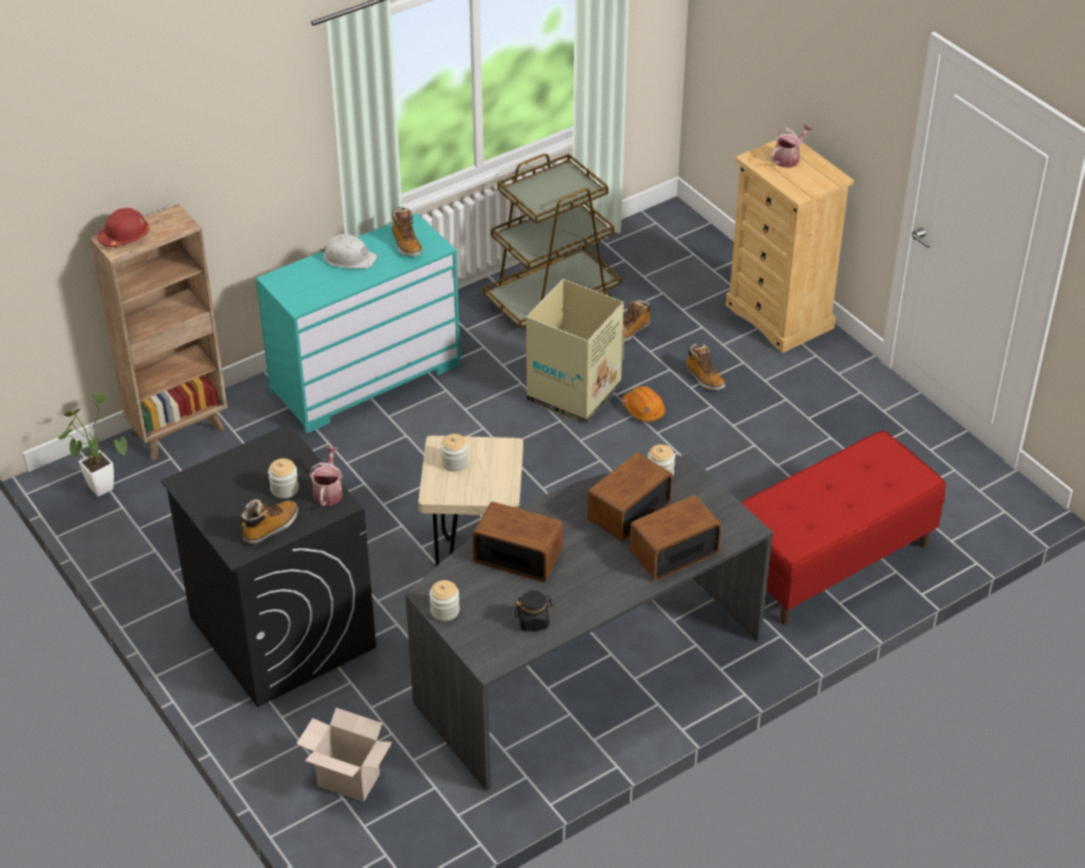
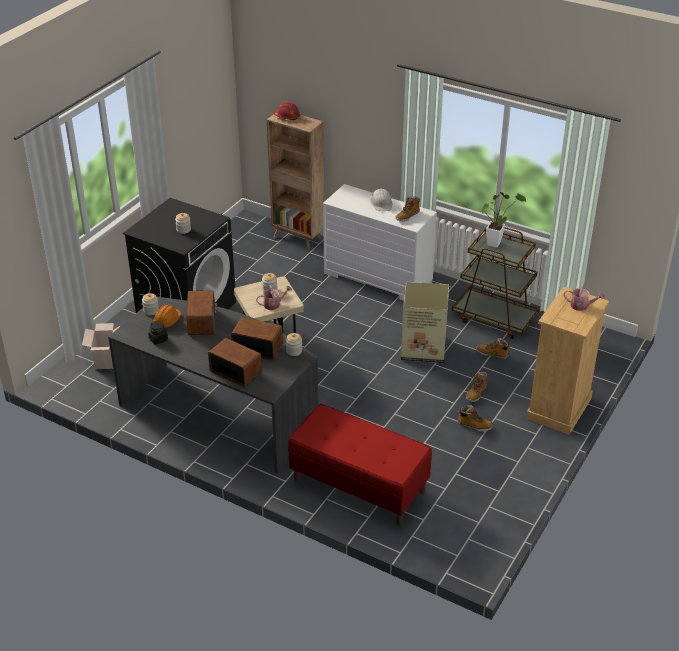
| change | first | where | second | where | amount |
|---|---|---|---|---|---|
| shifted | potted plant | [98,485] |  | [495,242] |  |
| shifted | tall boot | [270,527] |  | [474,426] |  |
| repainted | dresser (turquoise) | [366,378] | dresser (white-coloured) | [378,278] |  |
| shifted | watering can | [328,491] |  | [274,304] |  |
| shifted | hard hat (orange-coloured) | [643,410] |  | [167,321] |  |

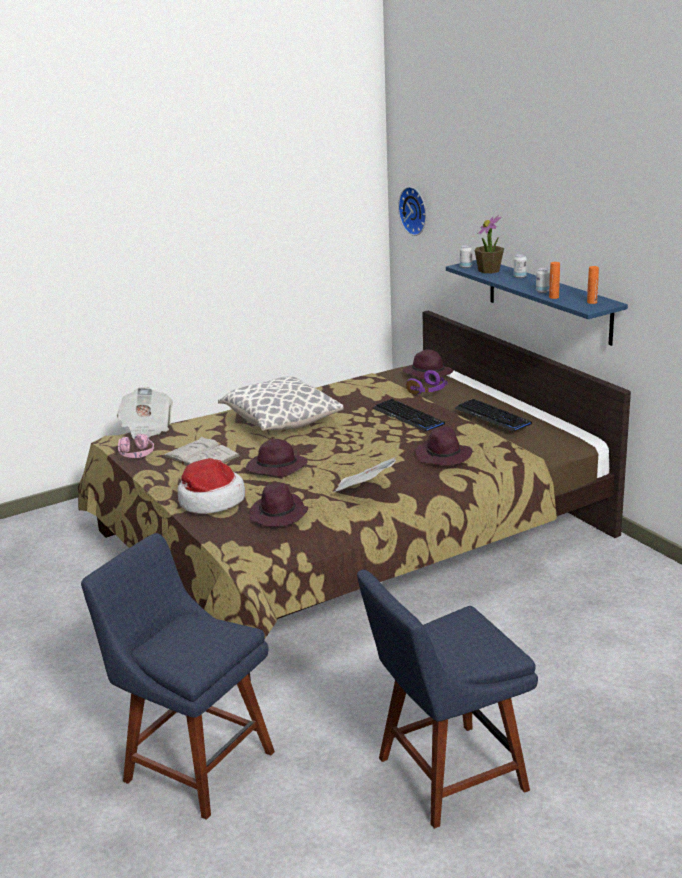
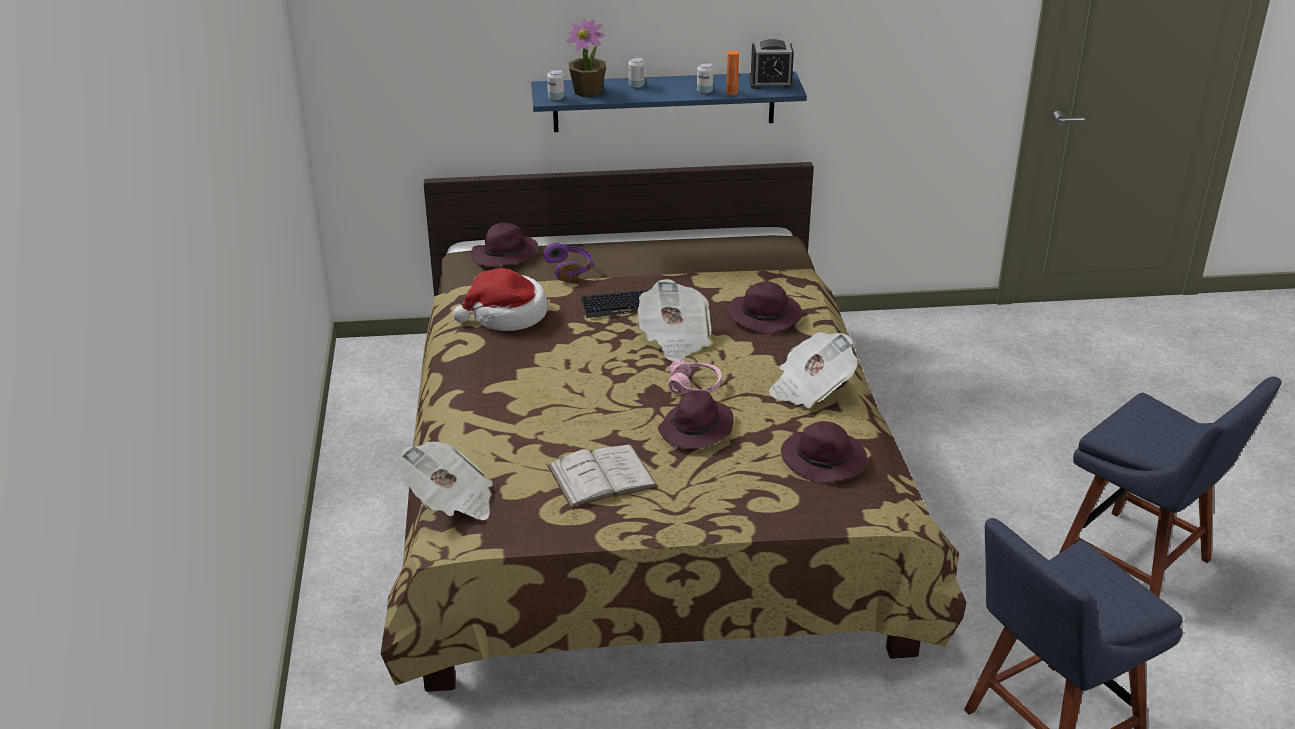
| change | first | where | second | where | amount |
|---|---|---|---|---|---|
| shifted | headset (pink) | [136,454] |  | [695,386] |  |
| shifted | hat | [210,501] |  | [506,315] |  |
| gone | pillow | [281,422] |  |  |  |
| rotated | upright chair (bluish) | [445,776] |  | [1140,565] | 45 degrees counterclockwise |
| gone | clock on the wall | [415,210] |  |  |  |
| gone | PC keyboard | [492,416] |  |  |  |
| swapped | beverage bottle (orange-coloured) | [592,302] | bedside clock | [771,82] |  |
| new |  |  | printed paper | [674,339] |  |

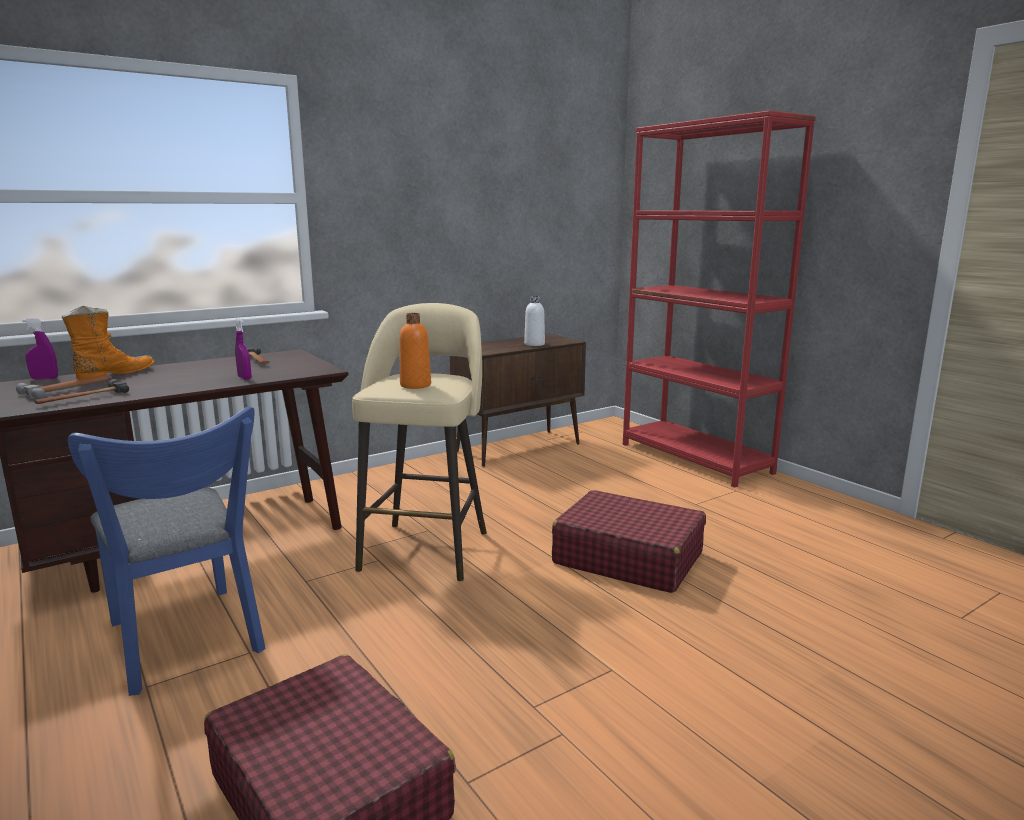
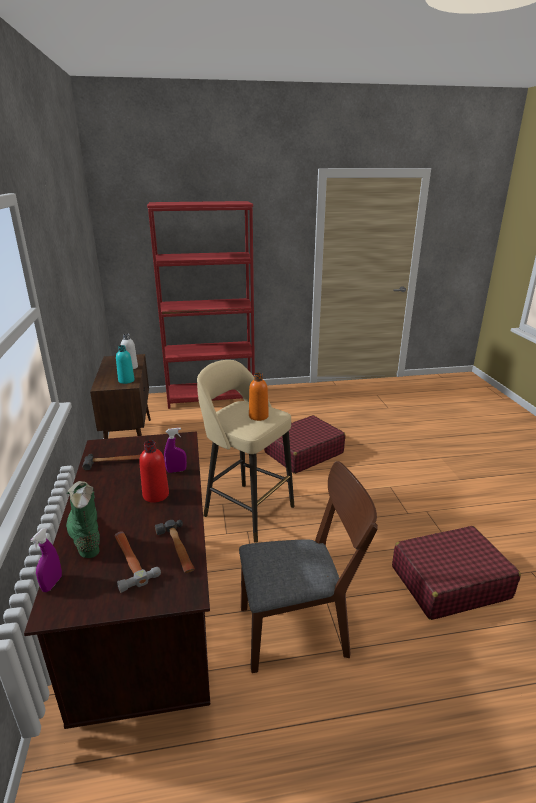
| change | first | where | second | where | amount |
|---|---|---|---|---|---|
| repainted | tall boot (orange-coloured) | [114,374] | tall boot (green-coloured) | [84,537] |  |
| repainted | upright chair (bluish) | [187,643] | upright chair (brown) | [302,628] |  |
| new |  |  | beverage bottle (turquoise) | [126,381] |  |
| new |  |  | beverage bottle (reddish) | [156,495] |  |

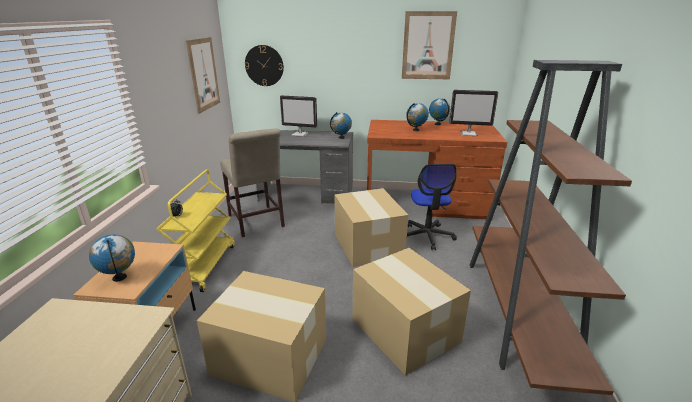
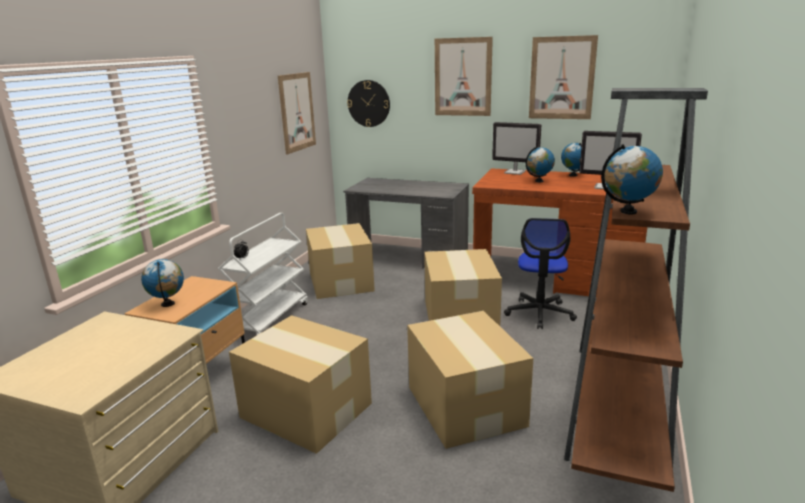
| change | first | where | second | where | amount |
|---|---|---|---|---|---|
| repainted | trolley (yellow) | [204,265] | trolley (white-coloured) | [269,319] |  |
| swapped | upright chair (beige-coloured) | [256,222] | packing box | [340,282] |  |
| shifted | monitor | [300,134] |  | [515,172] |  |
| shifted | world globe | [341,137] |  | [628,212] |  |
| new |  |  | picture | [463,77] |  |

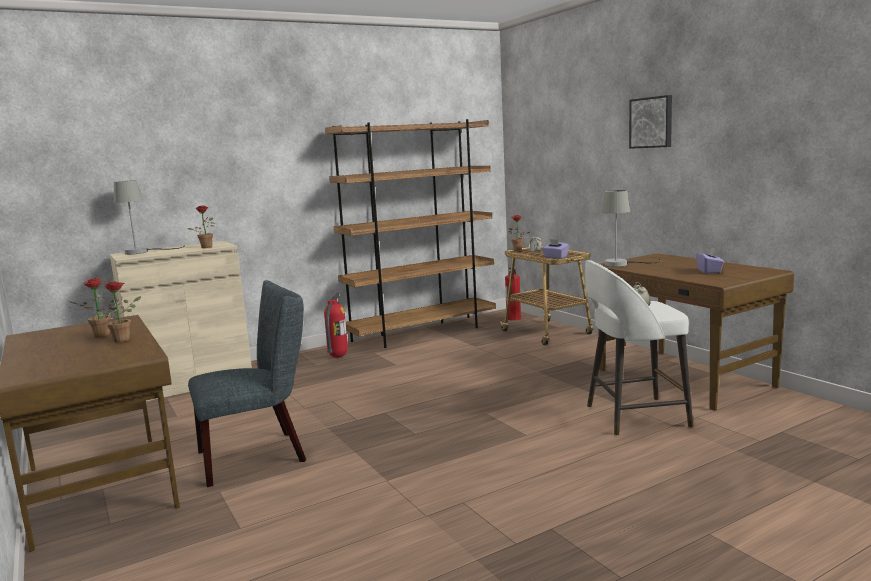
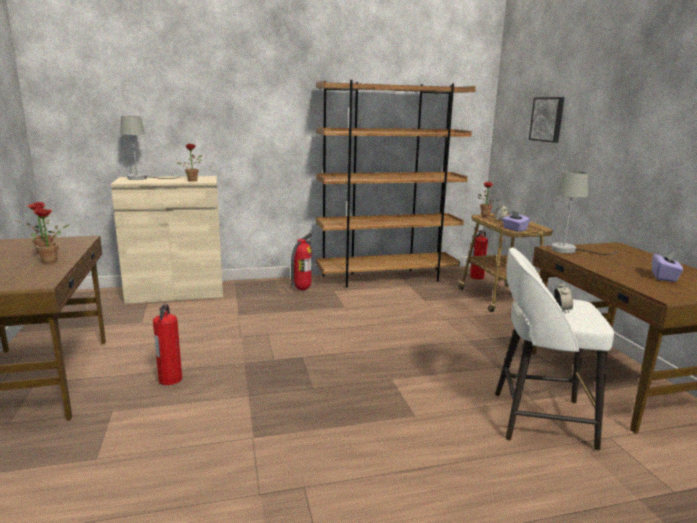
| change | first | where | second | where | amount |
|---|---|---|---|---|---|
| swapped | upright chair (gray) | [259,455] | fire extinguisher | [170,379] |  |
| shifted | picture | [651,122] |  | [548,119] |  |

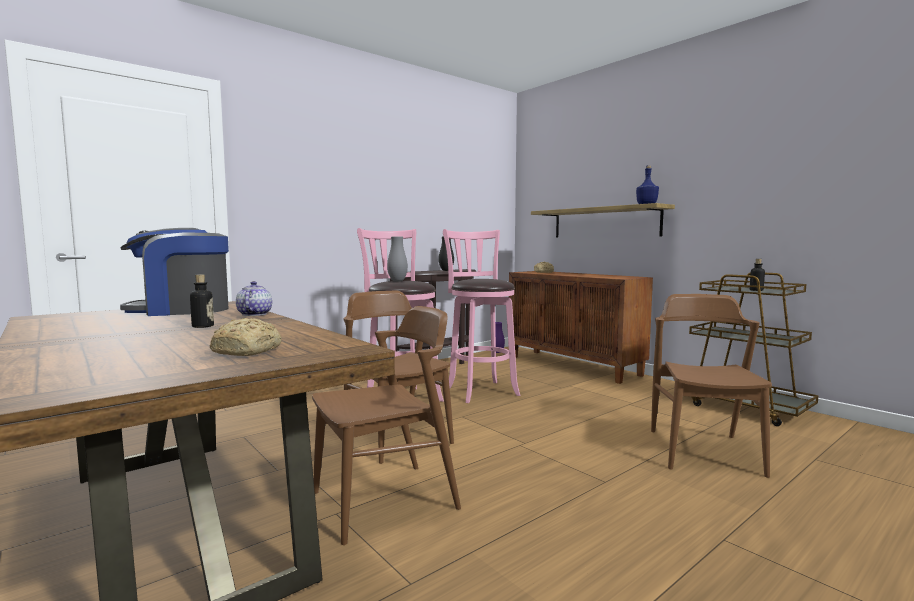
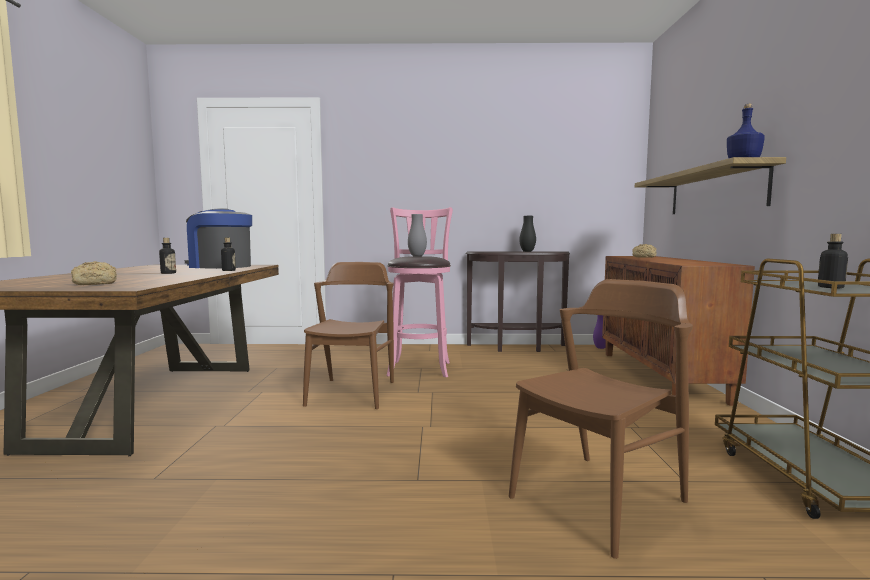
| change | first | where | second | where | amount |
|---|---|---|---|---|---|
| swapped | teapot | [253,314] | beverage bottle | [228,270] |  |
| gone | upright chair (brown) | [385,500] |  |  |  |
| gone | stool seat (pink) | [480,390] |  |  |  |

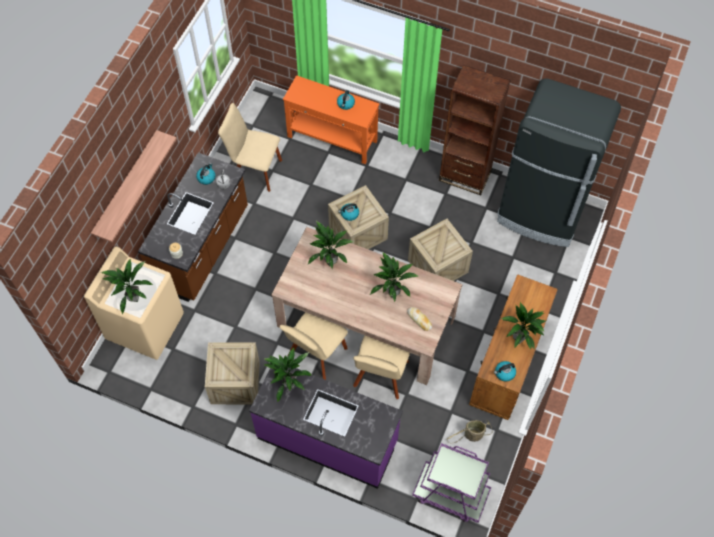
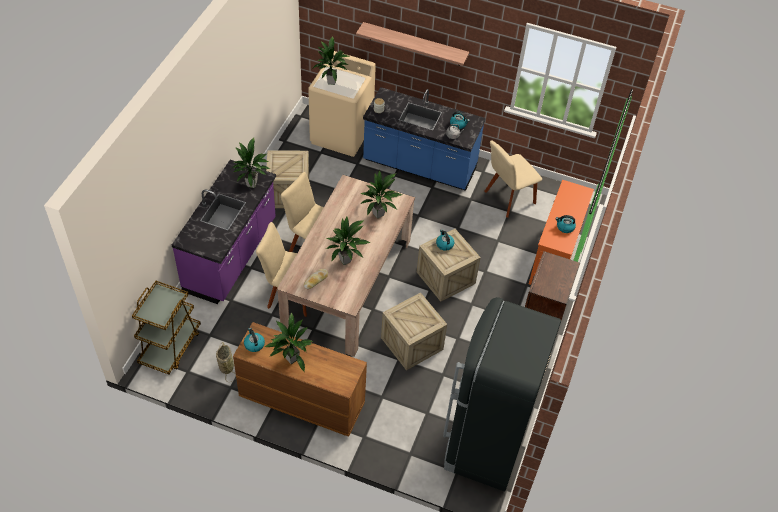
| change | first | where | second | where | amount |
|---|---|---|---|---|---|
| repainted | kitchen counter (brown) | [203,248] | kitchen counter (bluish) | [419,166] |  |
| rotated | upright chair (beige-coloured) | [255,170] |  | [507,198] | 135 degrees counterclockwise |
| repainted | trolley (purple-coloured) | [450,494] | trolley (brown) | [170,346] |  |

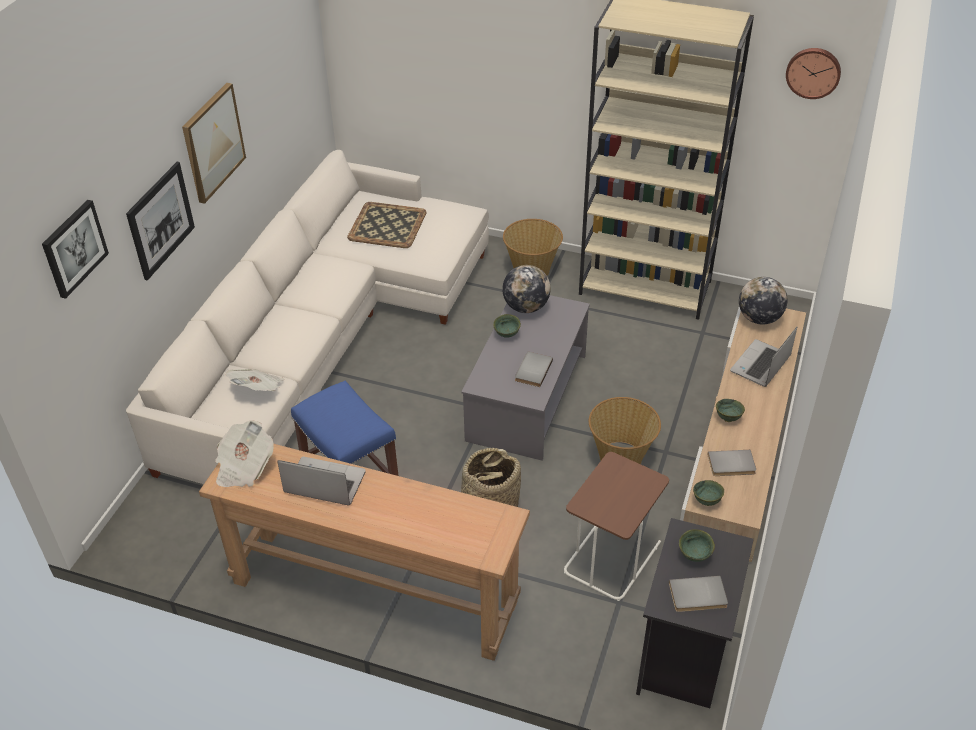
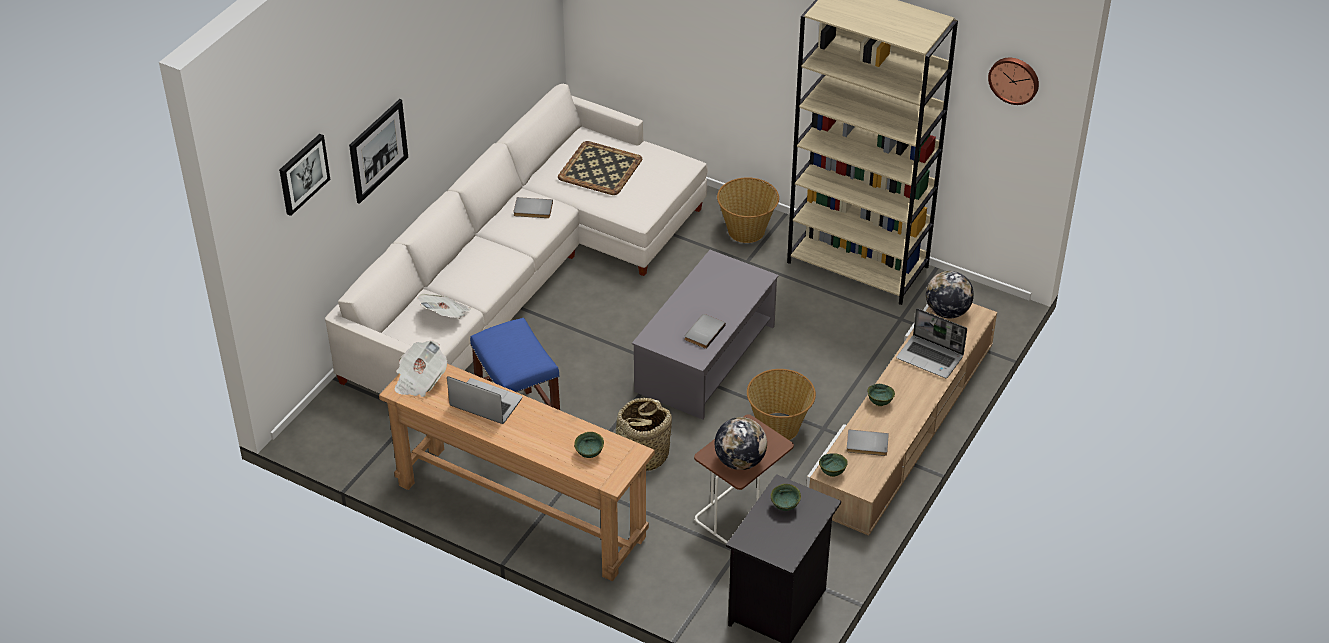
| change | first | where | second | where | amount |
|---|---|---|---|---|---|
| gone | picture | [212,142] |  |  |  |
| shifted | deep dish (green-coloured) | [507,334] |  | [590,454] |  |
| shifted | world globe | [526,307] |  | [740,461] |  |
| shifted | bound book (gray) | [698,597] |  | [533,210] |  |
| rotated | portable computer | [761,365] |  | [930,357] | 105 degrees counterclockwise |

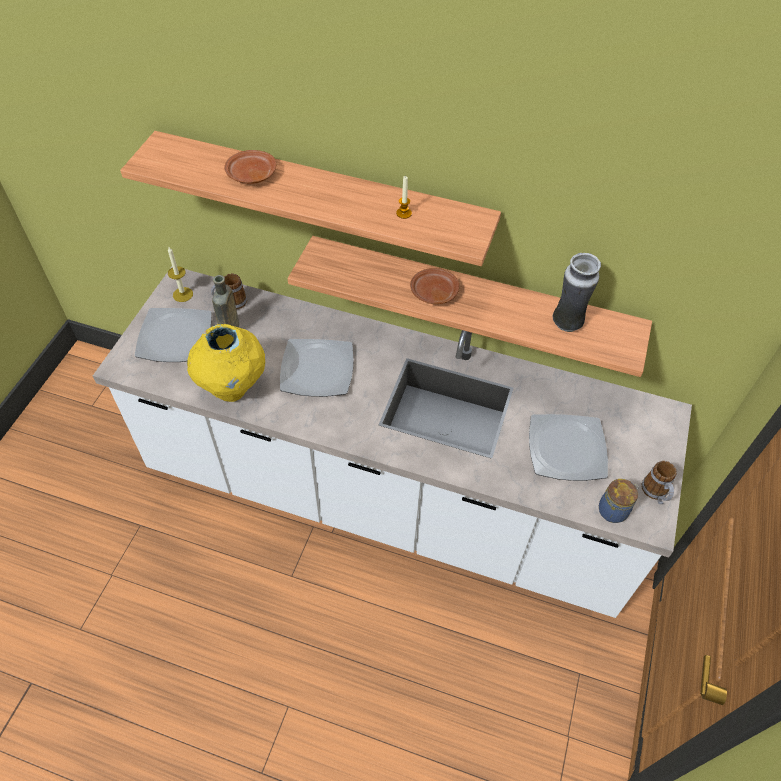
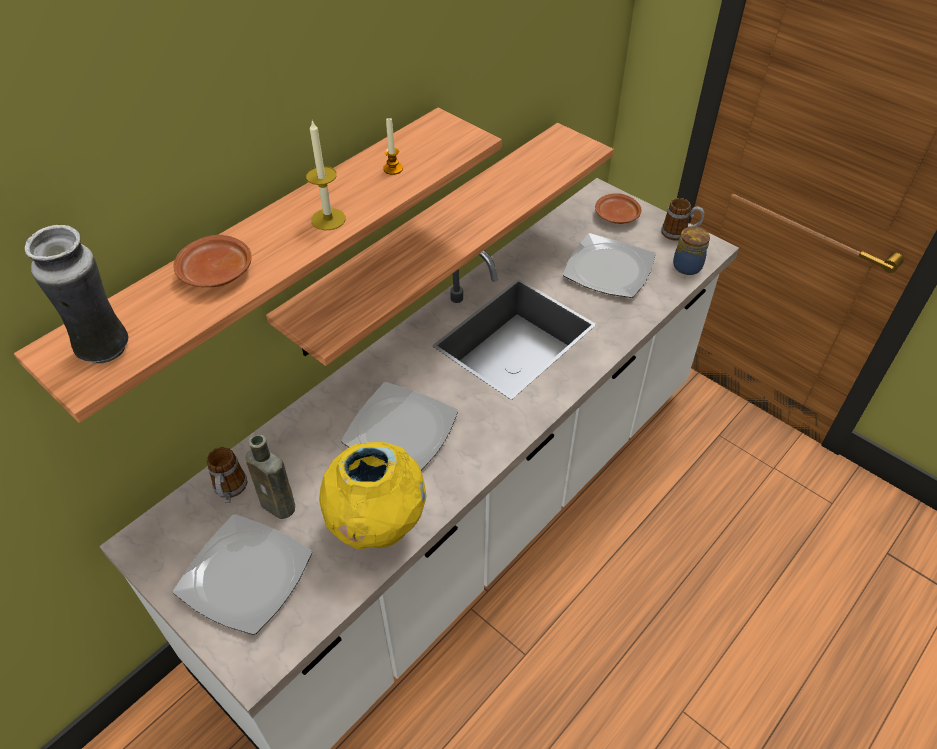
| change | first | where | second | where | amount |
|---|---|---|---|---|---|
| shifted | wax candle | [183,294] |  | [328,219] |  |
| shifted | plate (brown) | [433,293] |  | [617,216] |  |
| shifted | vase | [567,323] |  | [104,349] |  |

